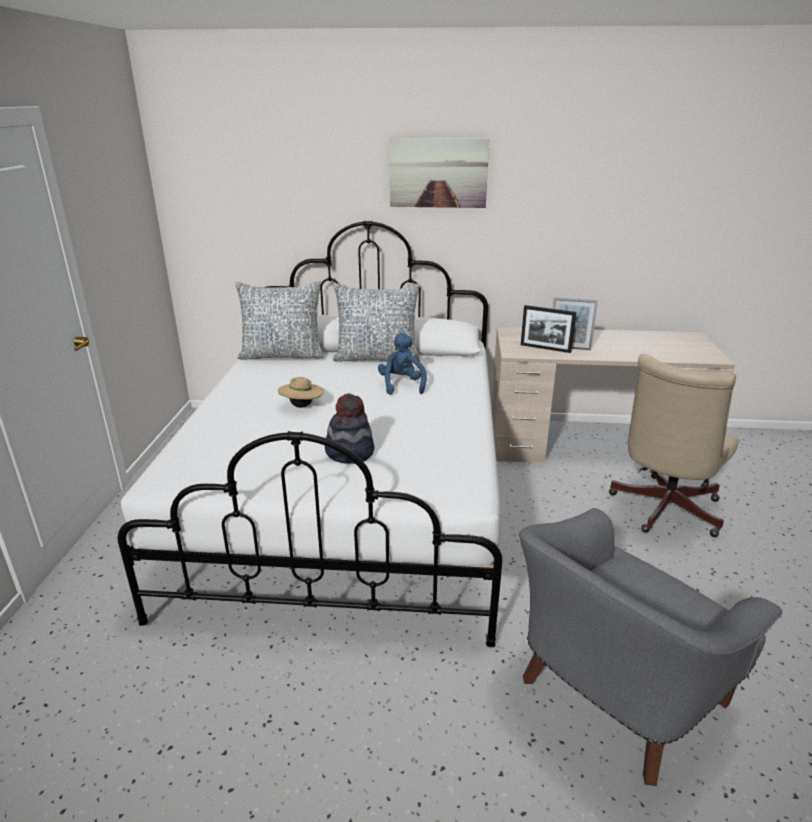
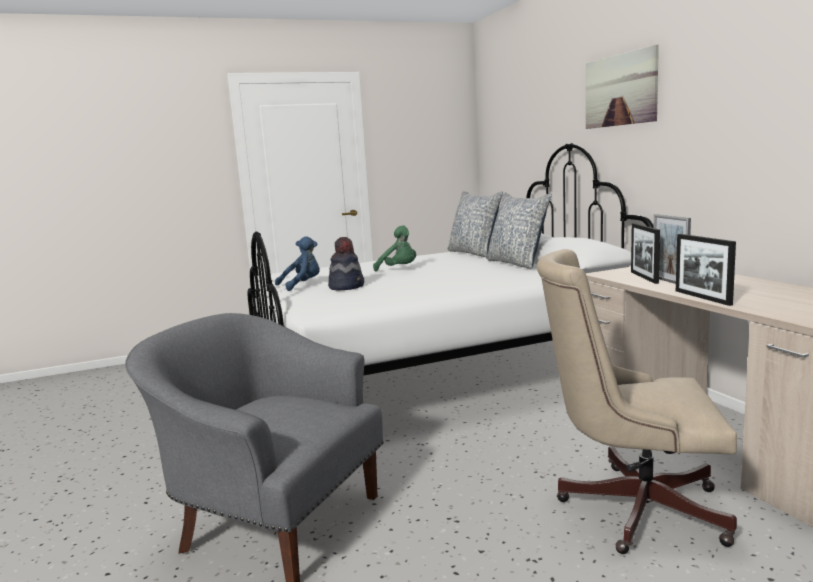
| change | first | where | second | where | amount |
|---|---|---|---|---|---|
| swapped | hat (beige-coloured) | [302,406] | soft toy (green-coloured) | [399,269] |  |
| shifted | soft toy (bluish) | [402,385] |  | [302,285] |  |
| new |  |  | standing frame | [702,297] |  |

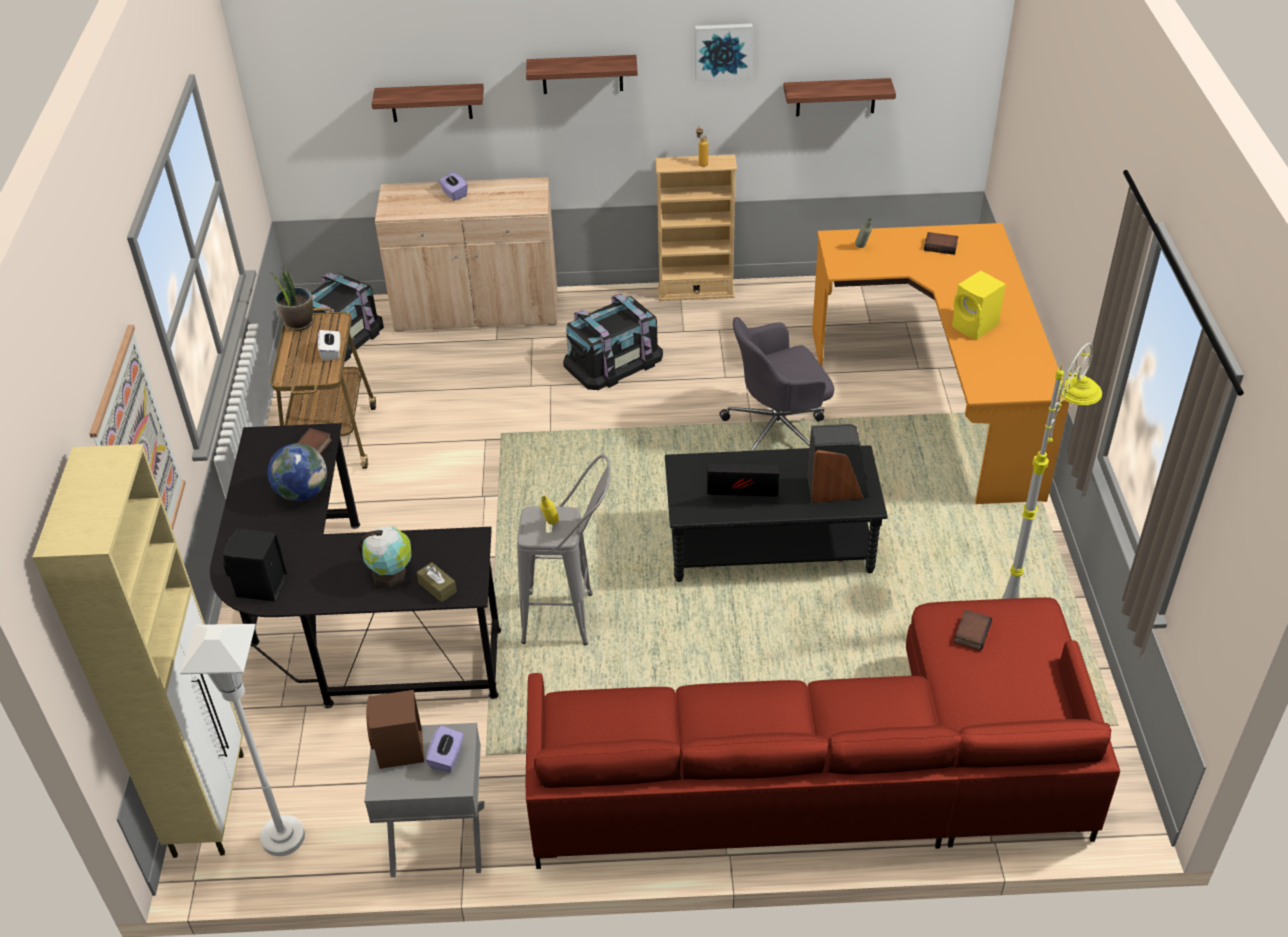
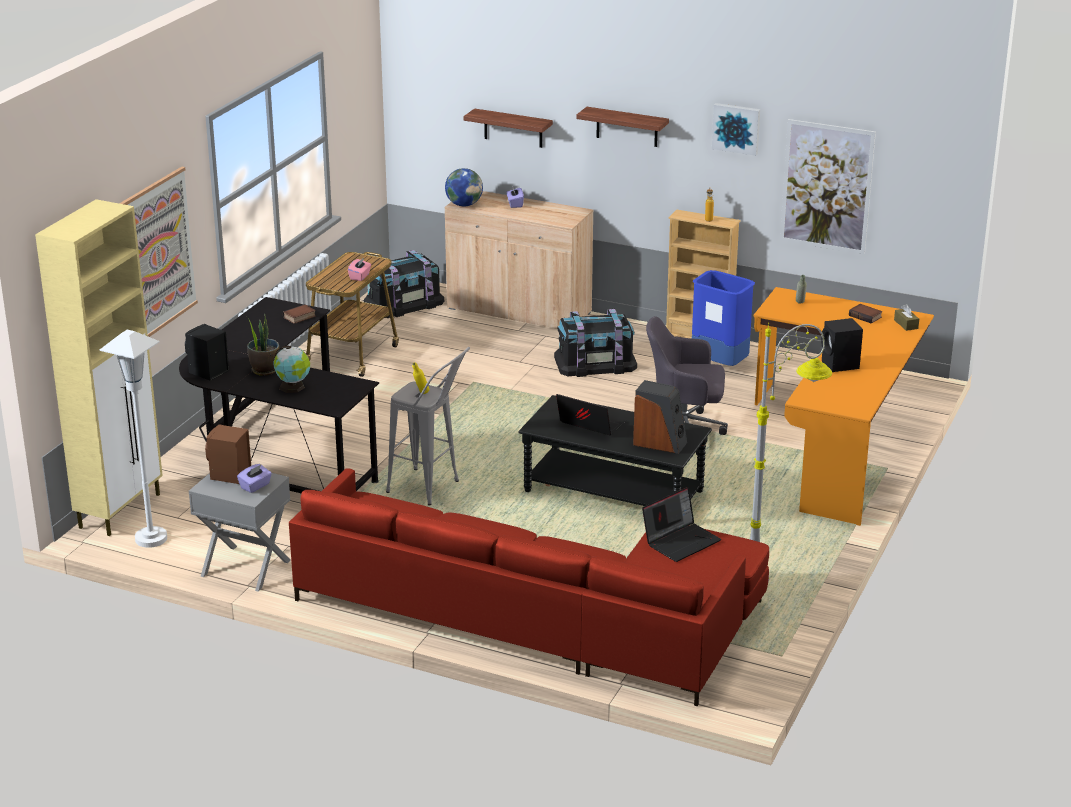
| change | first | where | second | where | amount |
|---|---|---|---|---|---|
| shifted | world globe | [302,493] |  | [464,205] |  |
| shifted | potted plant | [298,323] |  | [264,370] |  |
| repainted | box of tissues (white-coloured) | [331,352] | box of tissues (pink) | [360,276] |  |
| shifted | box of tissues (brown) | [437,587] |  | [906,324] |  |
| swapped | bracket shelf | [836,97] | picture | [826,186] |  |
| repainted | loudspeaker (yellow) | [975,327] | loudspeaker (blackish) | [840,365] |  |
| swapped | bound book | [971,632] | portable computer | [681,541] |  |
| new |  |  | rubbish bin (bluish) | [719,364] |  |

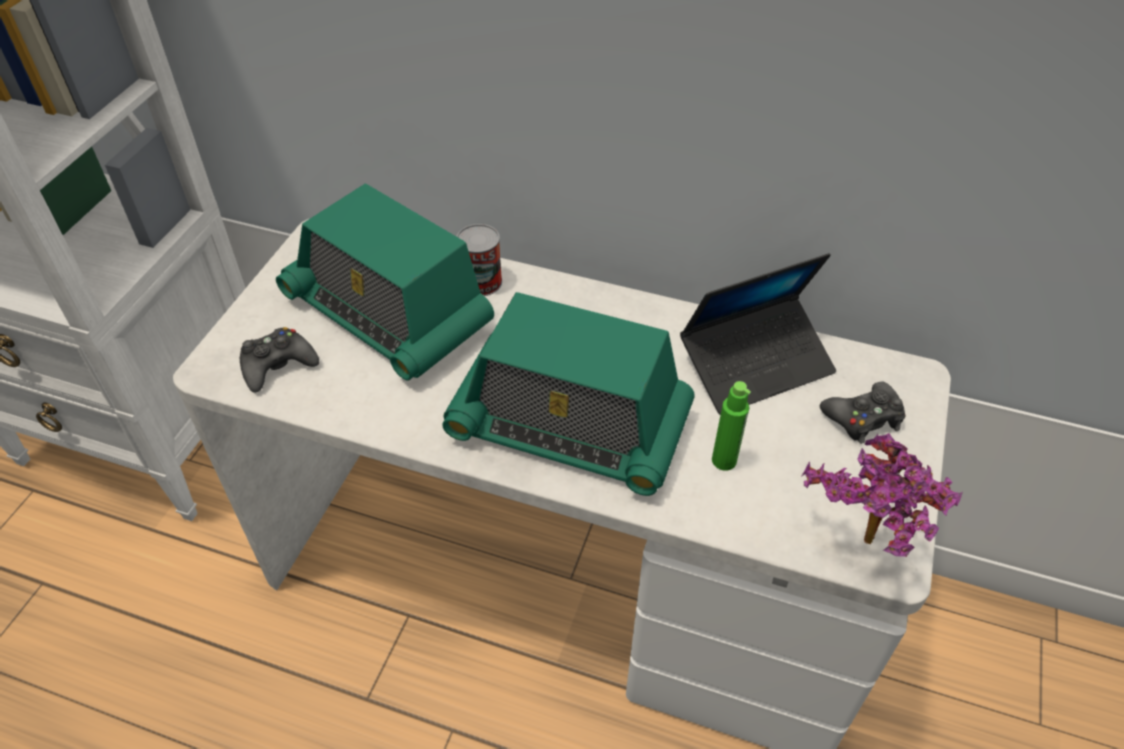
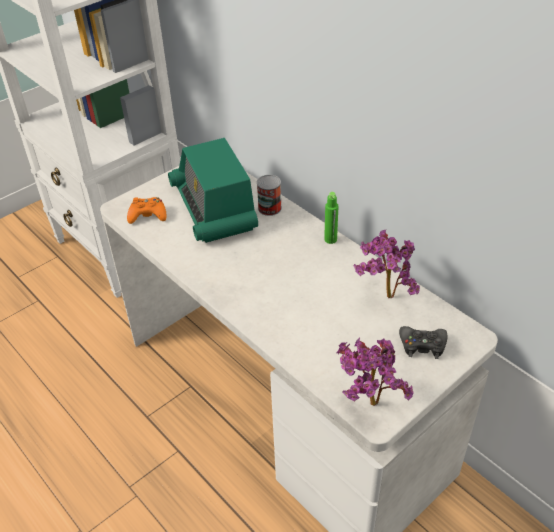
| change | first | where | second | where | amount |
|---|---|---|---|---|---|
| repainted | game controller (blackish) | [278,365] | game controller (orange-coloured) | [148,215] |  |
| gone | radio receiver | [569,426] |  |  |  |
| swapped | portable computer | [756,364] | potted plant | [383,297] |  |
| shifted | beverage bottle (green-coloured) | [724,460] |  | [330,239] |  |

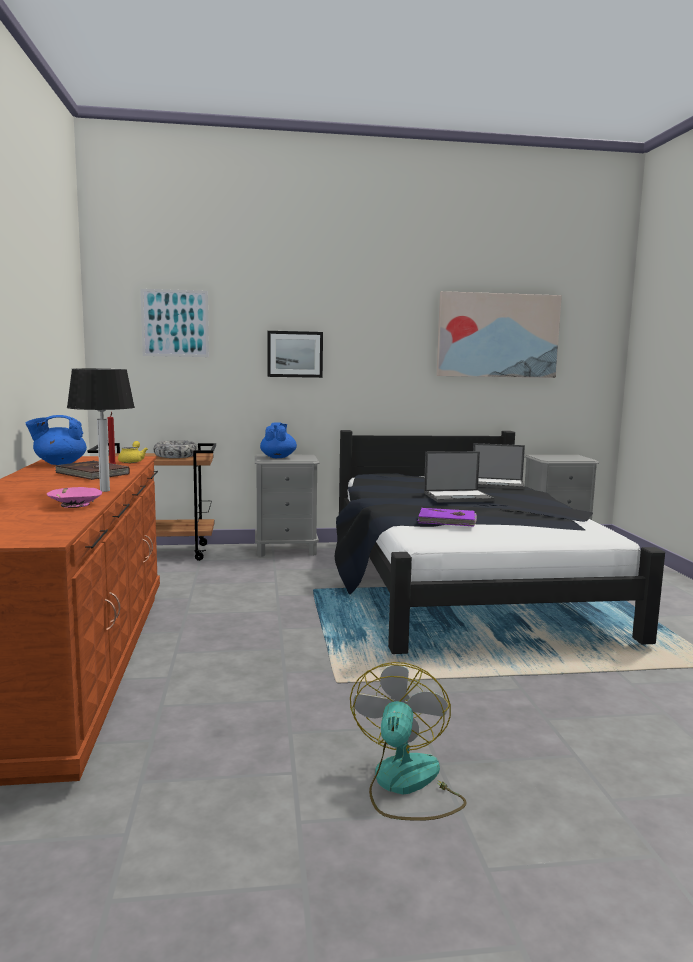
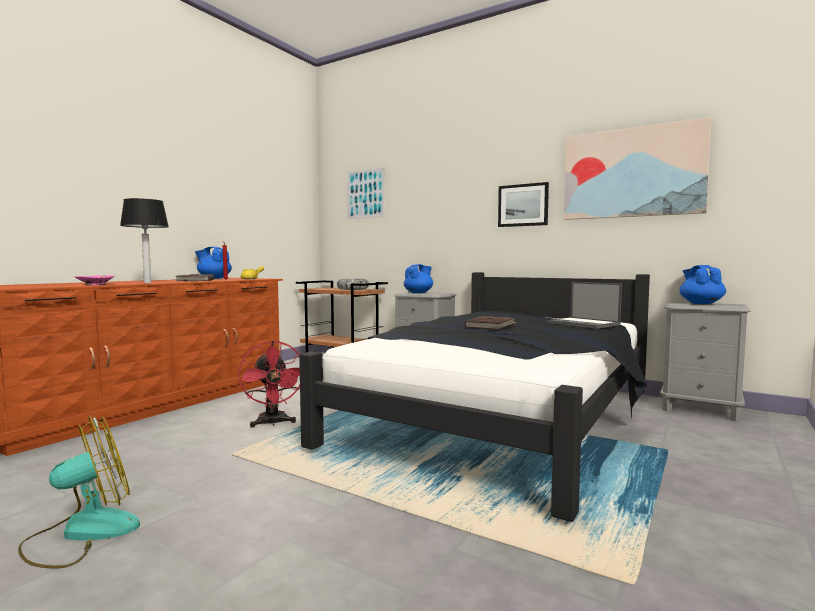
| change | first | where | second | where | amount |
|---|---|---|---|---|---|
| shifted | picture | [295,354] |  | [523,205] |  |
| gone | bound book (purple-coloured) | [447,520] |  |  |  |
| swapped | portable computer | [458,497] | bound book (brown) | [491,325] |  |
| new |  |  | fan (reddish) | [273,423] |  |
| new |  |  | teapot (bluish) | [701,303] |  |

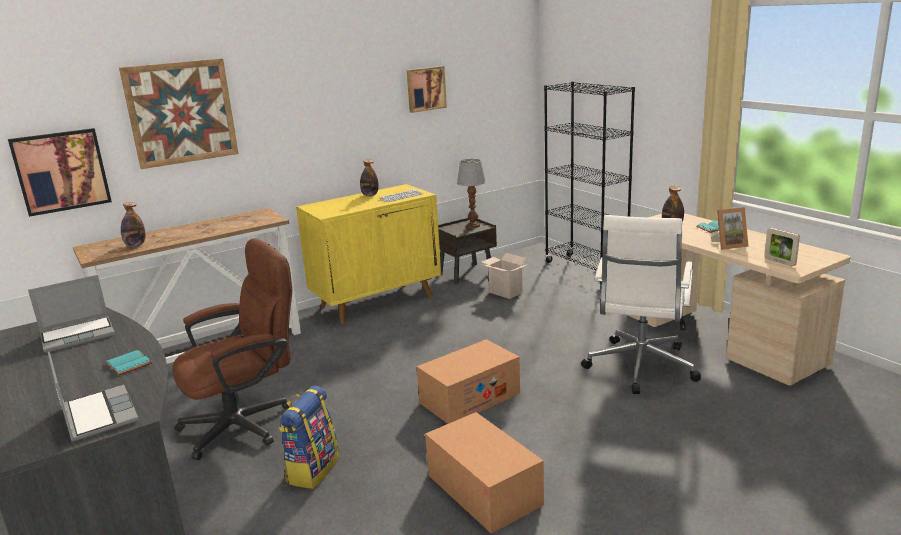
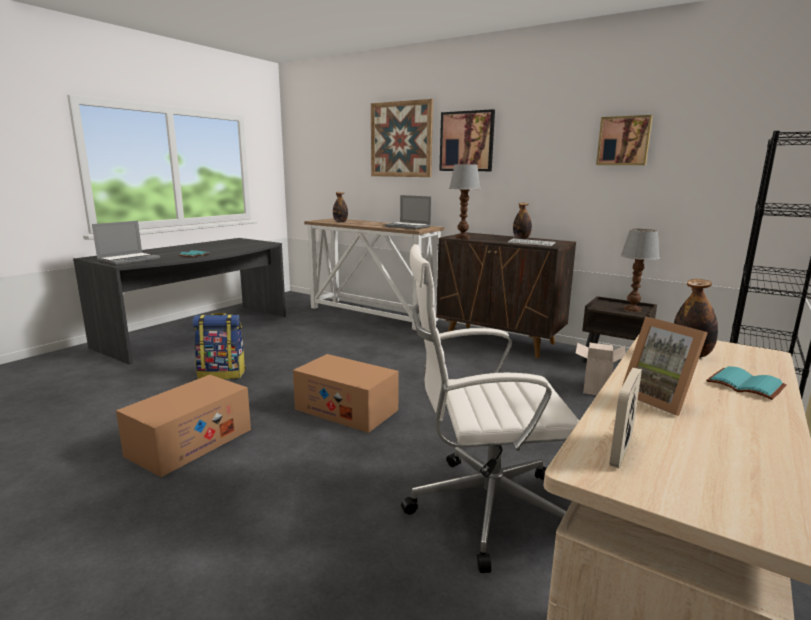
| change | first | where | second | where | amount |
|---|---|---|---|---|---|
| shifted | picture | [61,171] |  | [467,141] |  |
| shifted | portable computer | [79,335] |  | [408,227] |  |
| gone | desk chair (brown) | [247,423] |  |  |  |
| repainted | cabinet (yellow) | [377,301] | cabinet (brown) | [500,341] |  |
| new |  |  | lamp for a table | [463,238] |  |

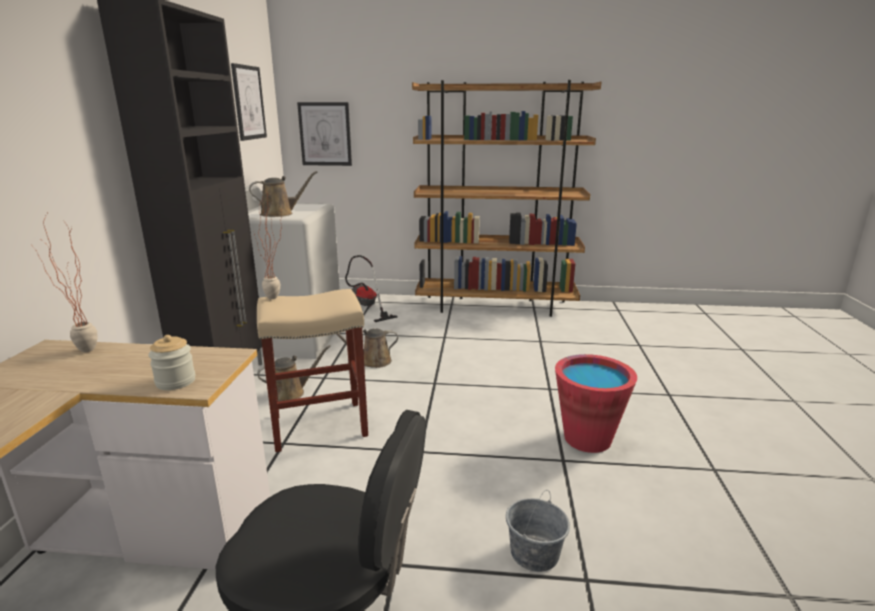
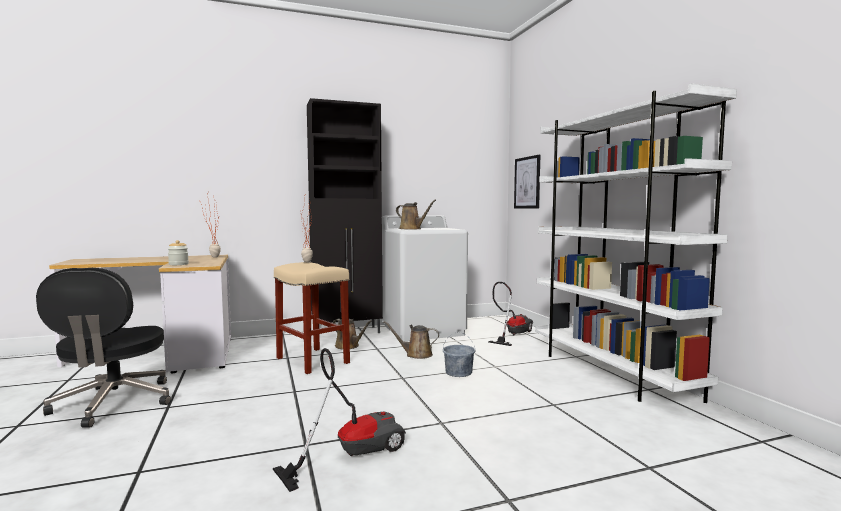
| change | first | where | second | where | amount |
|---|---|---|---|---|---|
| gone | picture | [248,102] |  |  |  |
| rotated | watering can (brown) | [372,362] |  | [416,355] | 45 degrees counterclockwise |
| repainted | shelving unit (brown) | [496,306] | shelving unit (white-coloured) | [610,373] |  |
| shifted | water bucket (gray) | [534,553] |  | [459,372] |  |
| swapped | water bucket (reddish) | [587,438] | vacuum cleaner | [351,452] |  |

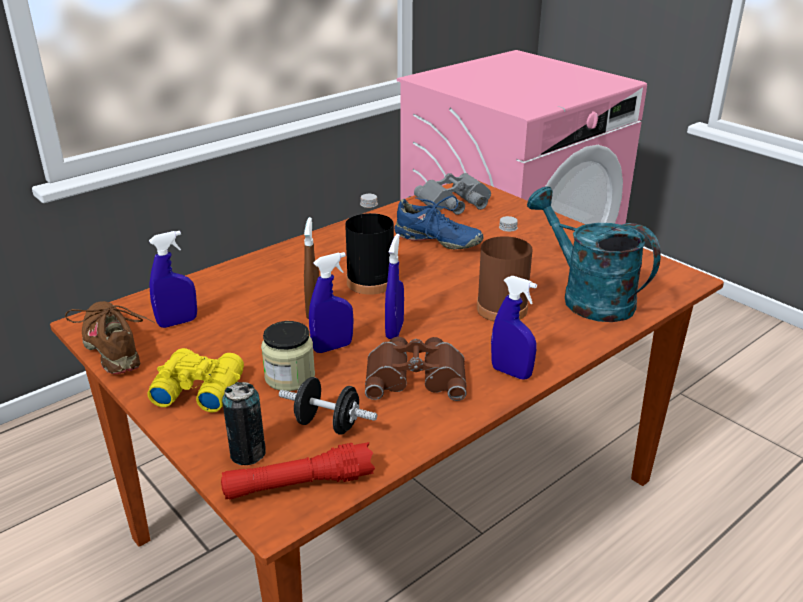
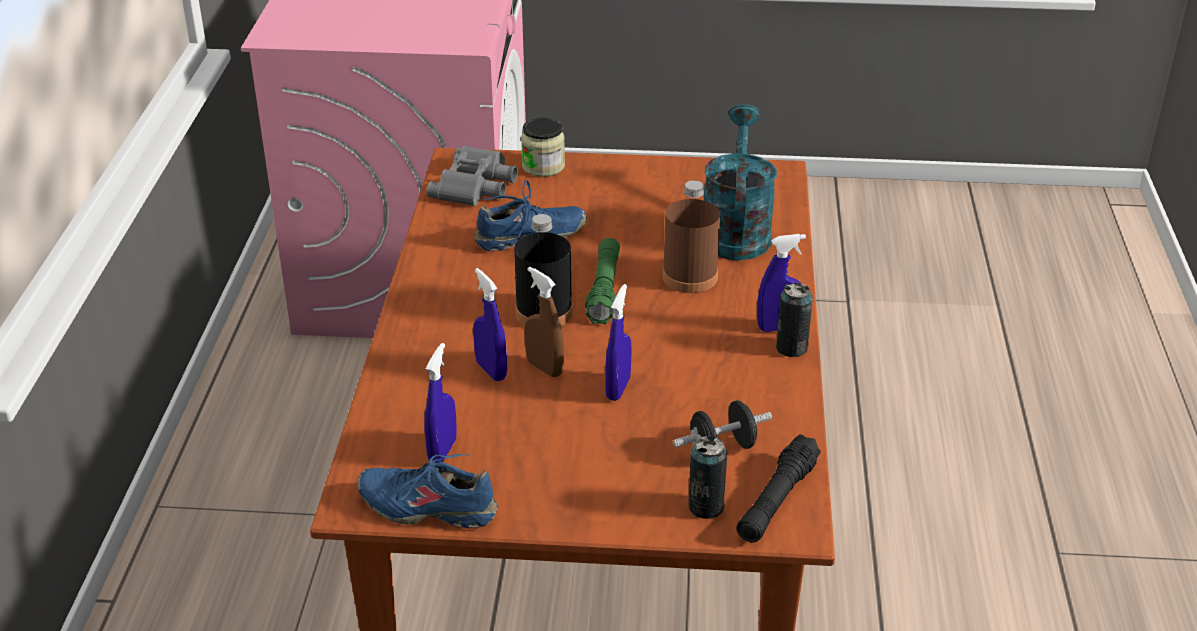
| change | first | where | second | where | amount |
|---|---|---|---|---|---|
| repainted | item of footwear (brown) | [114,346] | item of footwear (bluish) | [428,507] |  |
| gone | pair of binoculars (yellow) | [198,389] |  |  |  |
| repainted | flashlight (reddish) | [299,484] | flashlight (blackish) | [776,500] |  |
| shifted | storage jar | [290,377] |  | [543,166] |  |
| gone | pair of binoculars (brown) | [416,376] |  |  |  |
| shifted | sprayer (bluish) | [394,330] |  | [491,370] |  |
| rotated | watering can (turquoise) | [587,297] |  | [735,230] | 90 degrees clockwise |
| new |  |  | flashlight (green-coloured) | [604,290] |  |
| new |  |  | sealed can | [791,348] |  |

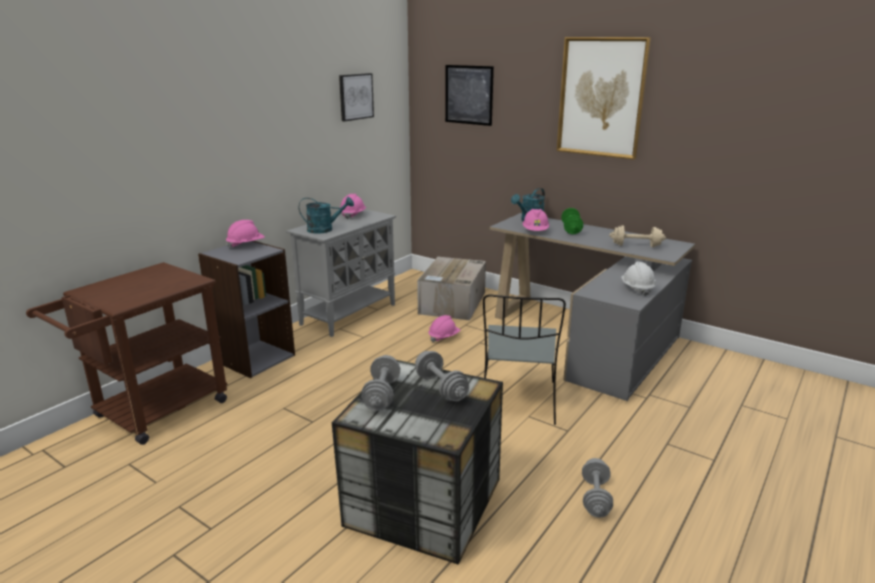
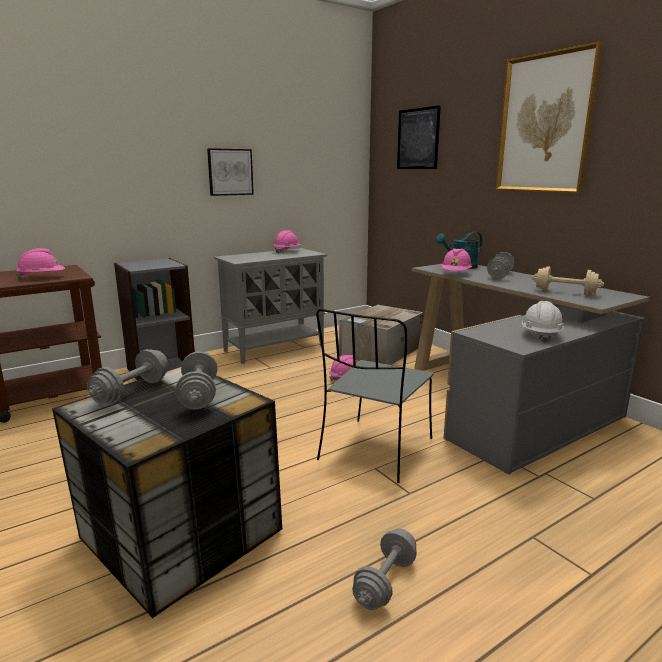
| change | first | where | second | where | amount |
|---|---|---|---|---|---|
| shifted | hard hat (pink) | [246,245] |  | [42,278] |  |
| gone | watering can (turquoise) | [325,230] |  |  |  |
| shifted | picture | [355,96] |  | [230,172] |  |
| repainted | free weight (green-coloured) | [571,229] | free weight (gray) | [499,275] |  |

